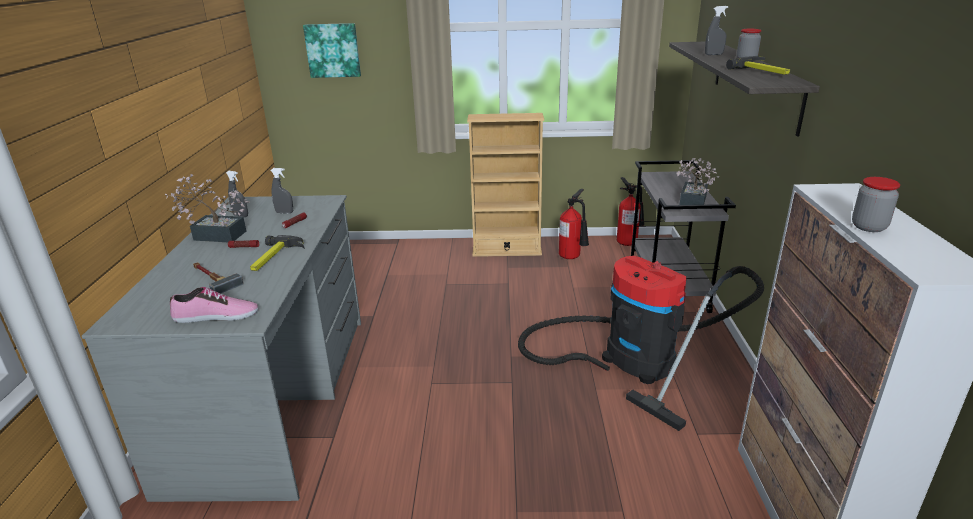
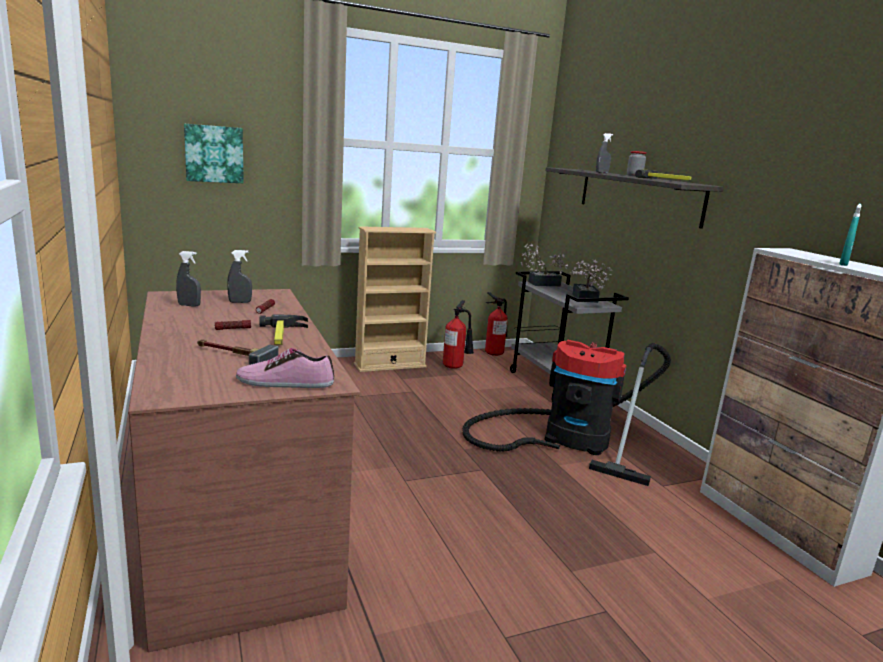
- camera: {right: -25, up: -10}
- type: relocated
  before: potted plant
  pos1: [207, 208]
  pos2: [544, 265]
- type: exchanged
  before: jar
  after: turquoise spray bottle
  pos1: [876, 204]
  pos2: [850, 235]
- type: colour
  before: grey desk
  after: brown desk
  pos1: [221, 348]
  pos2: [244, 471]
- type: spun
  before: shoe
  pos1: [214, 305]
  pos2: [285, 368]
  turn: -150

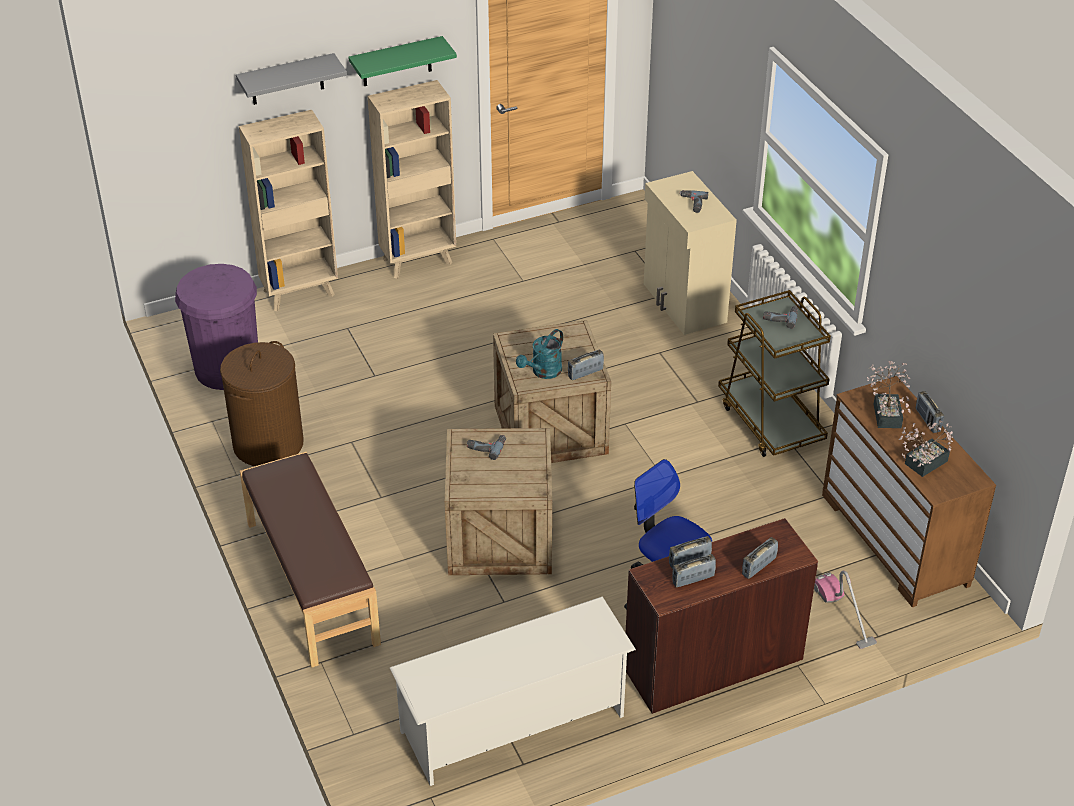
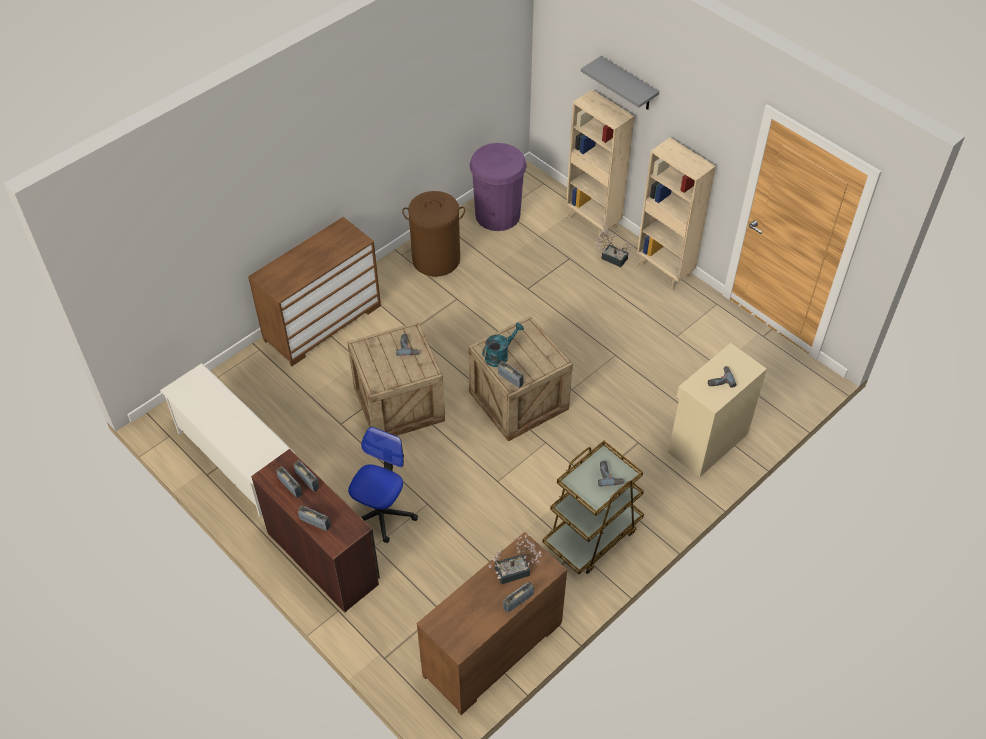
- camera: {right: 70, up: 10}
- type: missing
  before: green shelf
  pos1: [402, 61]
- type: spun
  before: turquoise watering can
  pos1: [539, 354]
  pos2: [503, 345]
  turn: 120
- type: relocated
  before: potted plant
  pos1: [925, 449]
  pos2: [614, 246]
- type: exchanged
  before: brown bench
  after: brown dresser
  pos1: [310, 560]
  pos2: [314, 291]
- type: missing
  before: vacuum cleaner
  pos1: [845, 610]

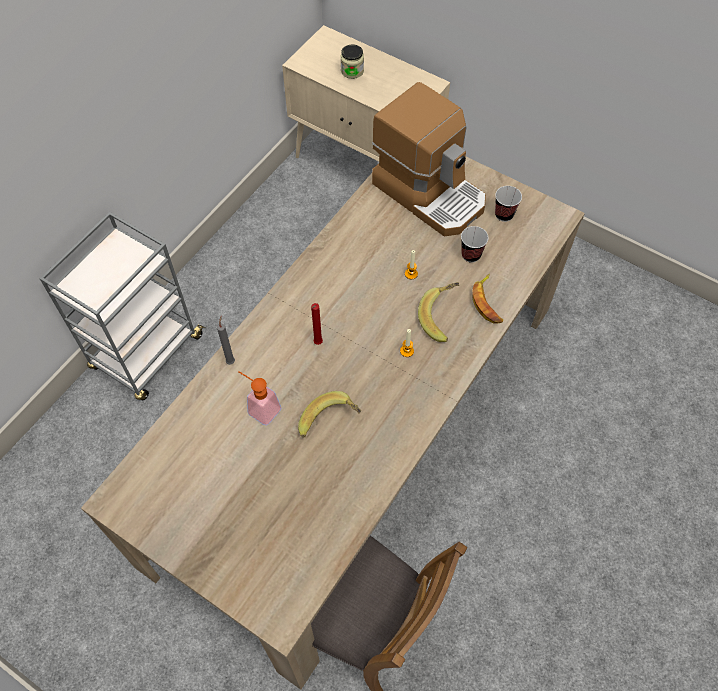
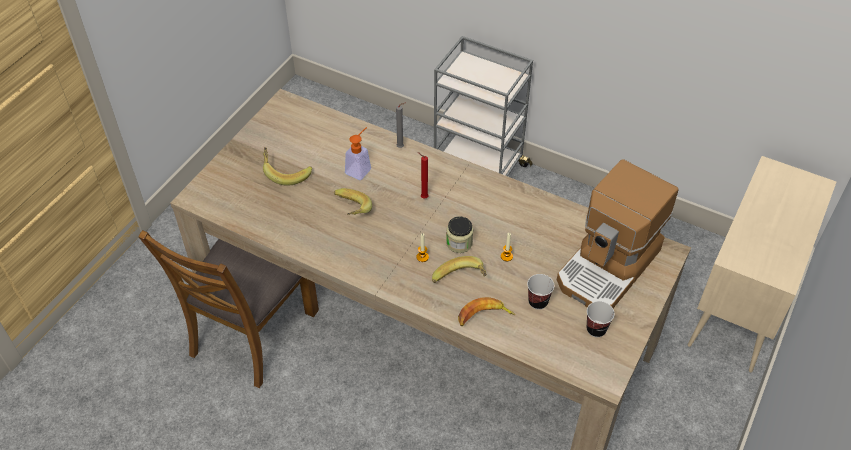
- camera: {right: 85, up: -10}
- type: relocated
  before: jar
  pos1: [352, 61]
  pos2: [459, 234]
- type: appeared
  after: banana
  pos2: [287, 166]

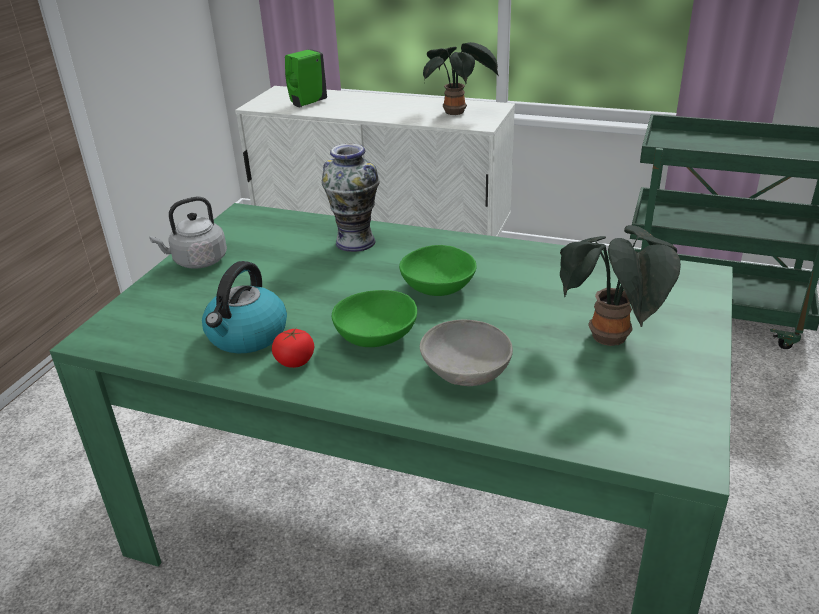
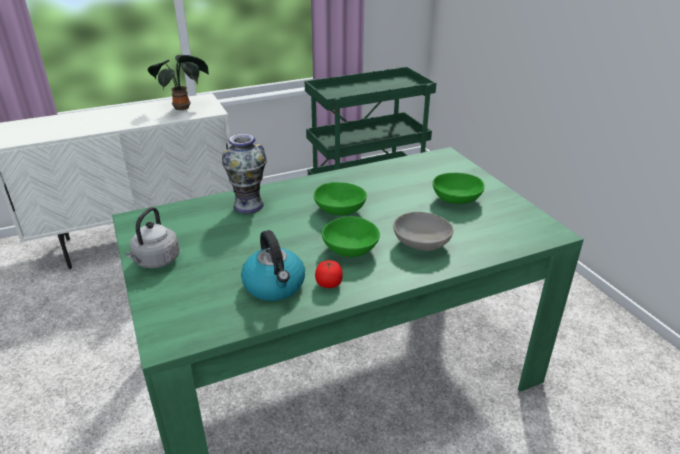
- camera: {right: -45, up: 0}
- type: missing
  before: green soap dispenser
  pos1: [306, 78]
- type: exchanged
  before: potted plant
  after: green bowl
  pos1: [620, 285]
  pos2: [459, 188]

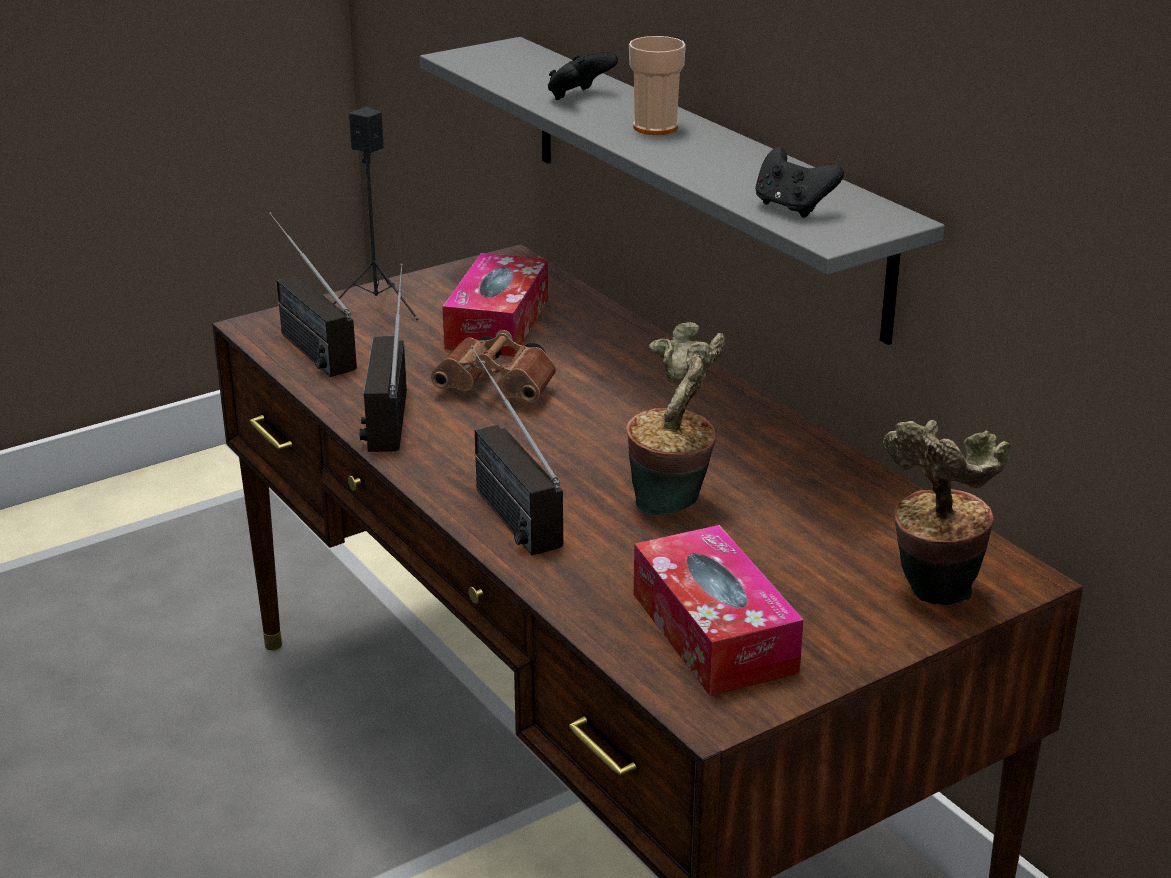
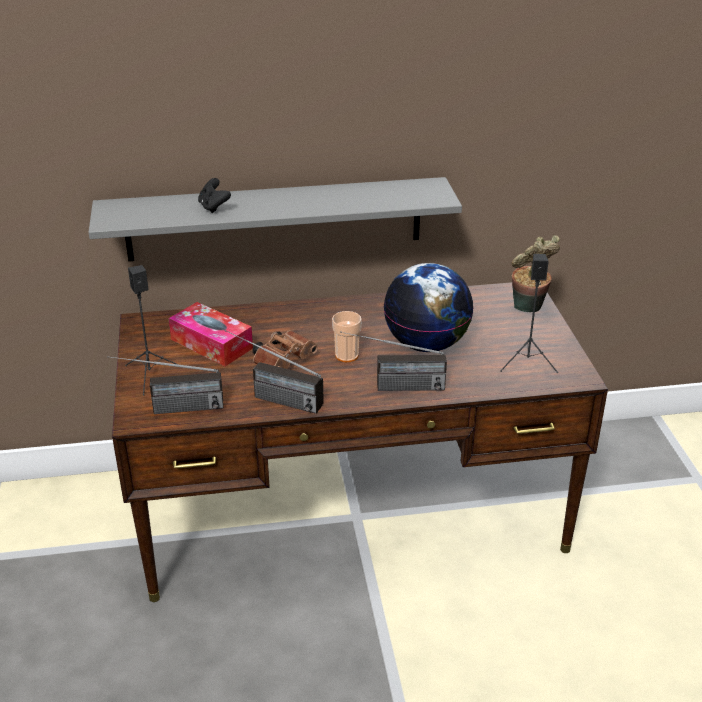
- camera: {right: -65, up: 5}
- type: relocated
  before: cup
  pos1: [657, 85]
  pos2: [347, 336]
- type: missing
  before: black game controller
  pos1: [799, 182]
- type: exchanged
  before: potted plant
  after: globe
  pos1: [675, 419]
  pos2: [428, 307]
- type: exchanged
  before: tissue box
  after: black speaker
  pos1: [719, 610]
  pos2: [529, 313]

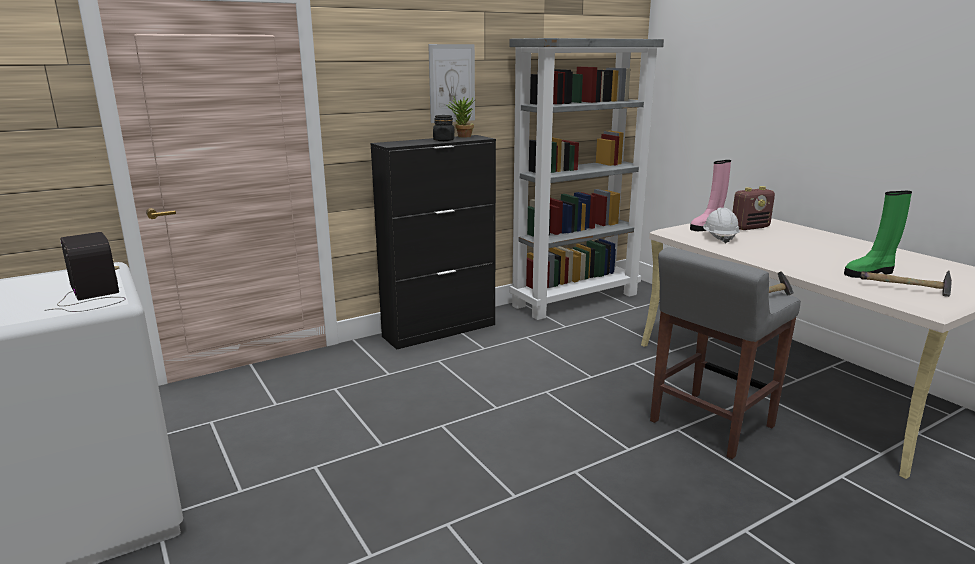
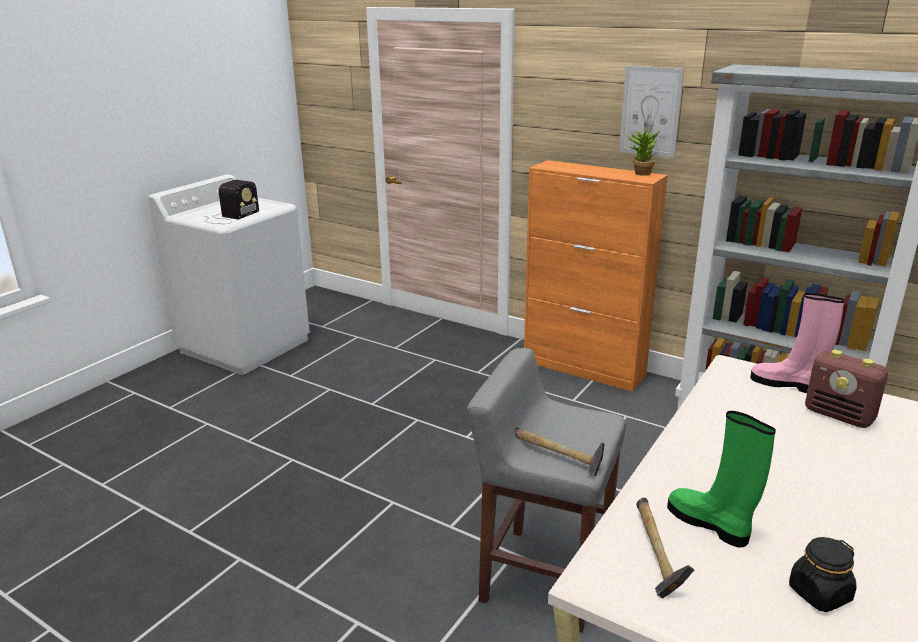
- camera: {right: 65, up: 5}
- type: relocated
  before: black jar
  pos1: [444, 128]
  pos2: [822, 574]
- type: colour
  before: black cabinet
  after: orange cabinet
  pos1: [433, 242]
  pos2: [596, 276]
- type: missing
  before: white hard hat
  pos1: [721, 226]

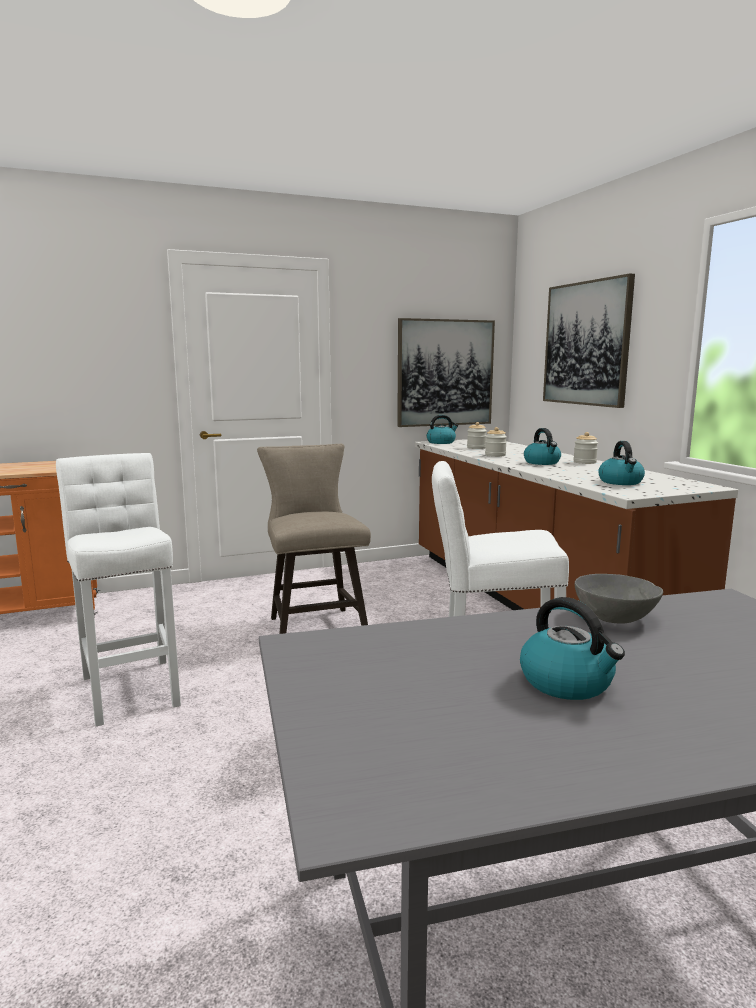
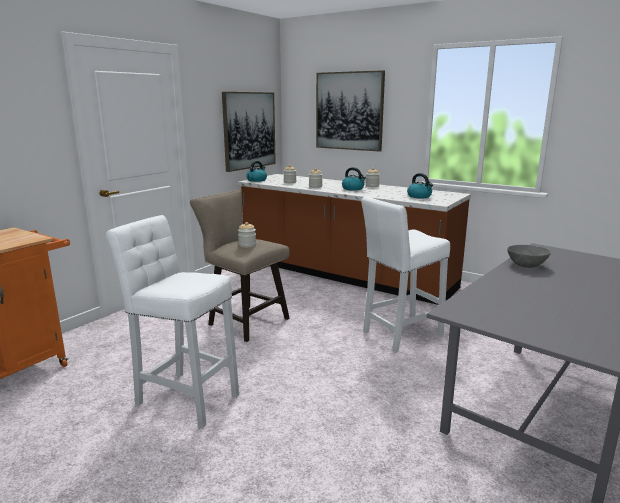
- camera: {right: -35, up: 5}
- type: missing
  before: kettle
  pos1: [572, 648]
- type: appeared
  after: jar
  pos2: [247, 235]

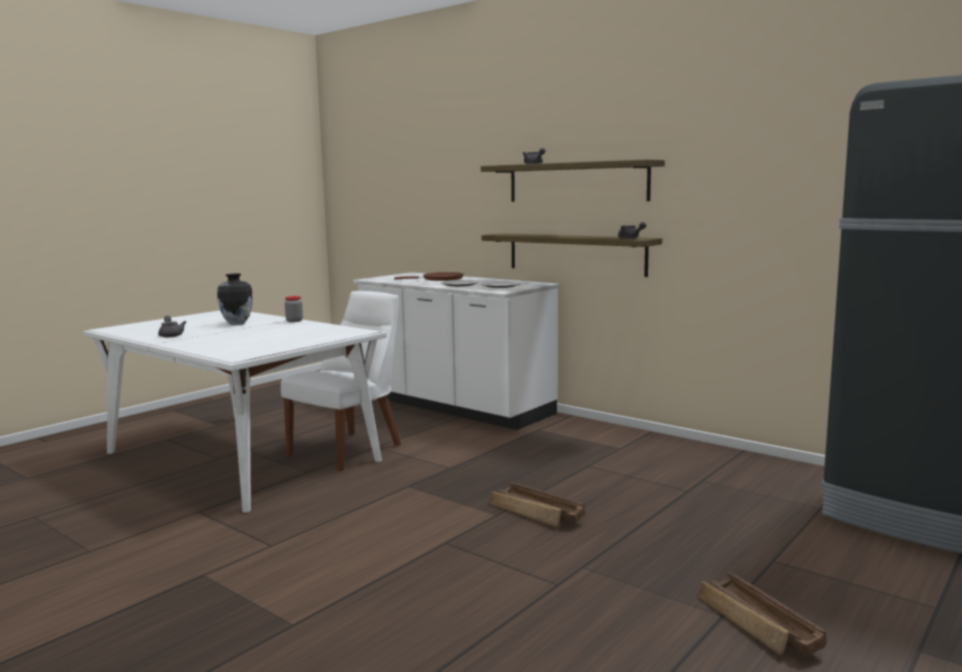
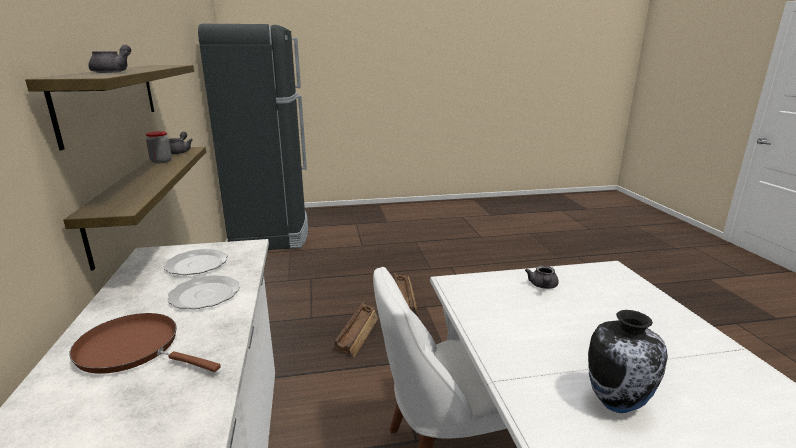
- camera: {right: -140, up: 10}
- type: relocated
  before: jar
  pos1: [294, 309]
  pos2: [159, 147]
- type: relocated
  before: grey teapot
  pos1: [172, 326]
  pos2: [542, 277]
- type: relocated
  before: crate
  pos1: [762, 614]
  pos2: [356, 330]

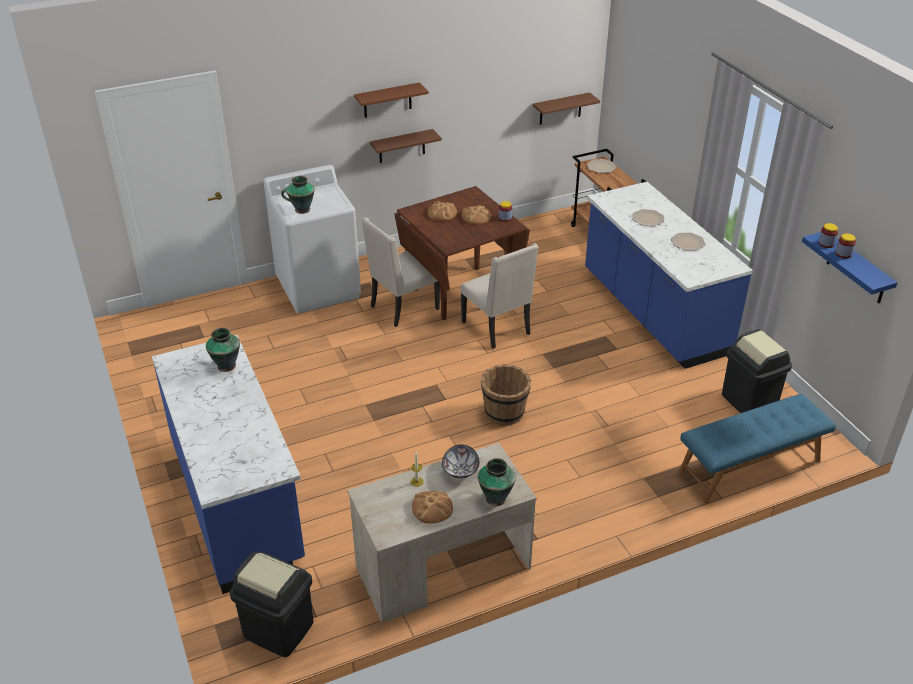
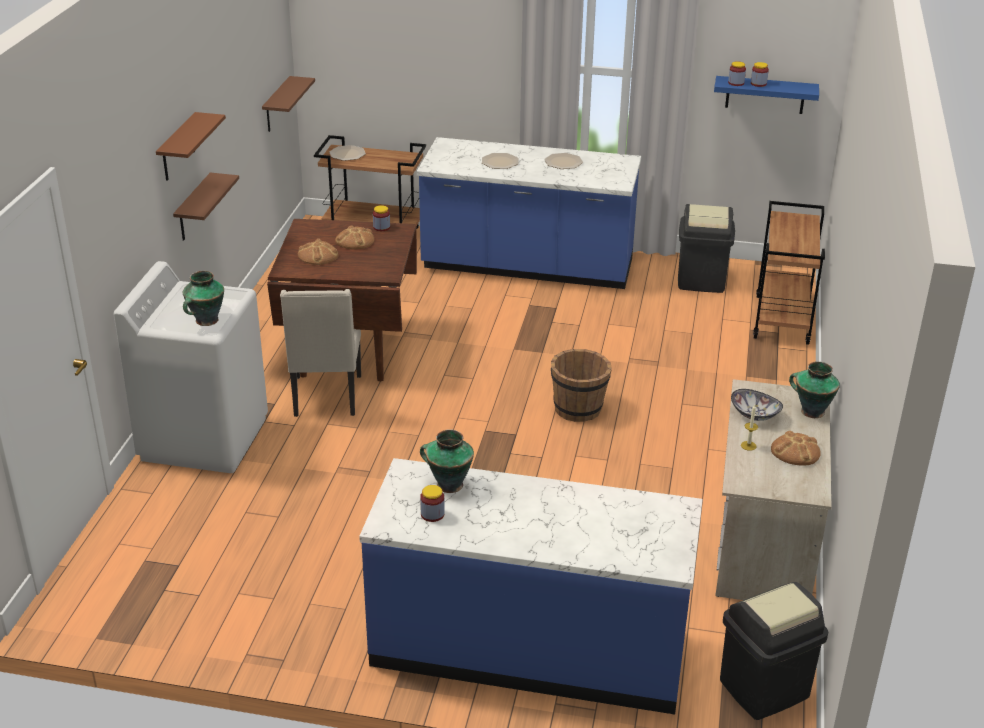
- camera: {right: -55, up: -5}
- type: missing
  before: beige chair
  pos1: [499, 296]
- type: exchanged
  before: blue bench
  after: brown cart
  pos1: [757, 448]
  pos2: [789, 273]
- type: appeared
  after: jar
  pos2: [432, 503]

